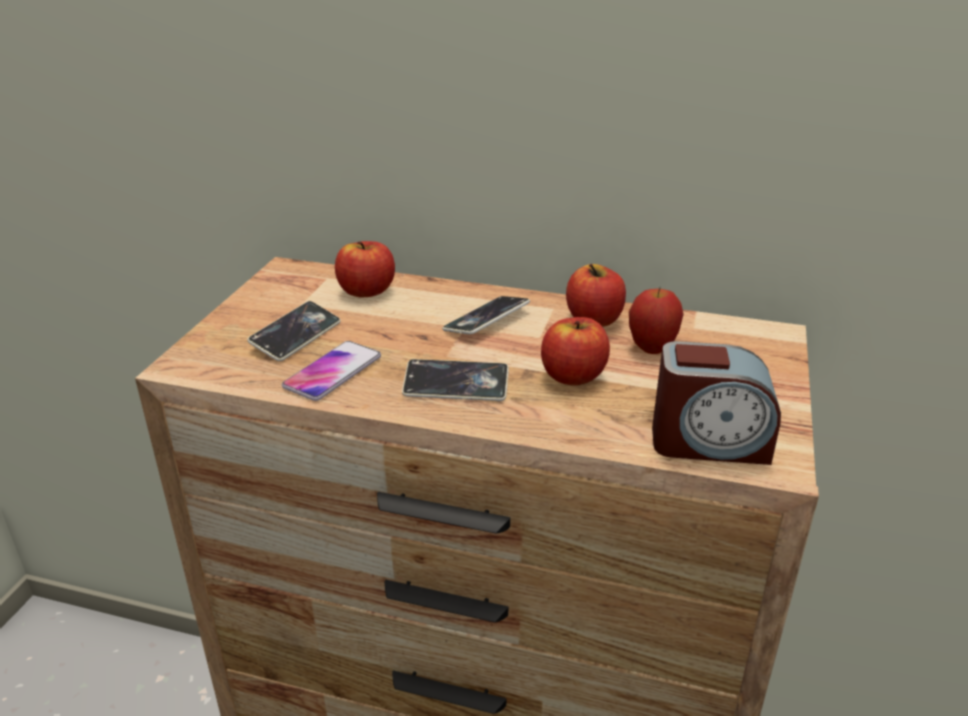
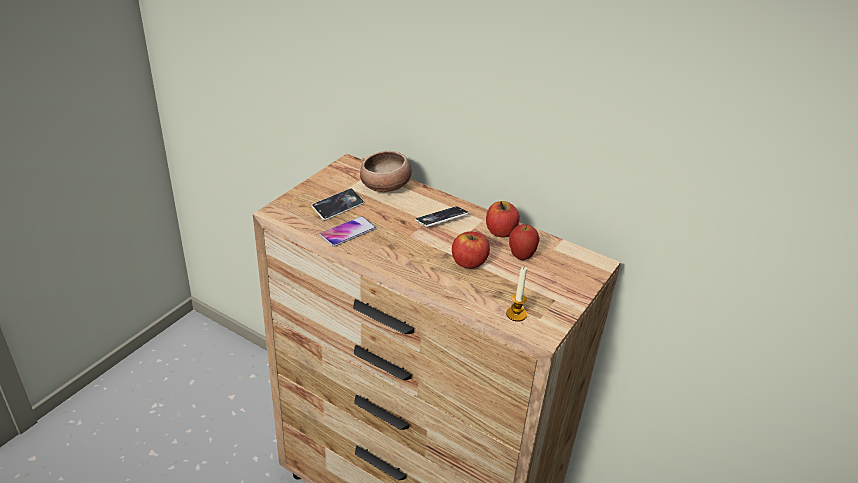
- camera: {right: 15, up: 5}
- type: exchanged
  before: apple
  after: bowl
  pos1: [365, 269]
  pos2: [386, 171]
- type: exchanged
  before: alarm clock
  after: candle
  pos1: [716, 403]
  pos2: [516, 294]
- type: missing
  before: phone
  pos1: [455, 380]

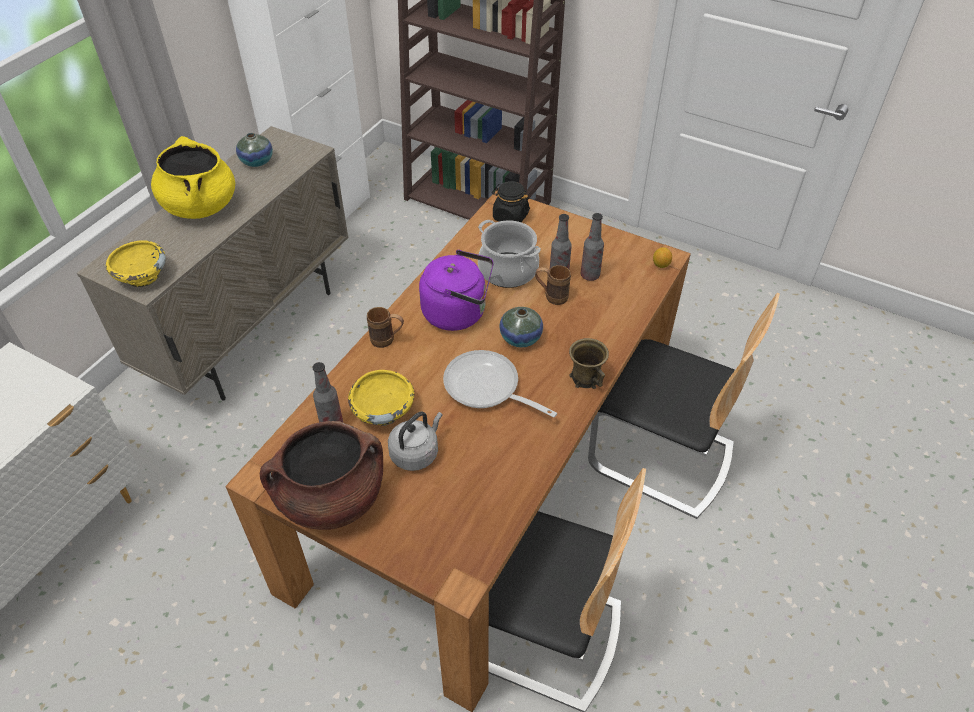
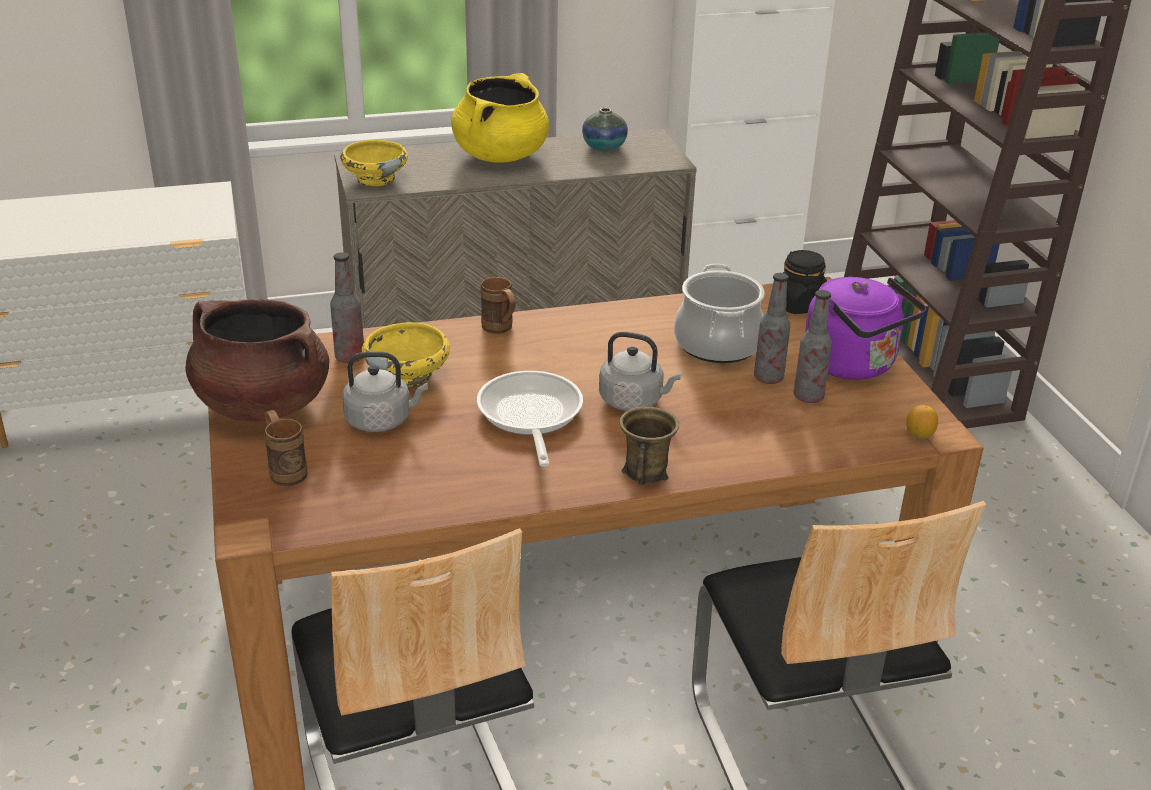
- camera: {right: 45, up: -15}
- type: relocated
  before: purple kettle
  pos1: [456, 290]
  pos2: [865, 328]
- type: relocated
  before: brown mug
  pos1: [553, 285]
  pos2: [286, 448]
- type: exchanged
  before: vase
  after: grey kettle
  pos1: [521, 327]
  pos2: [640, 371]

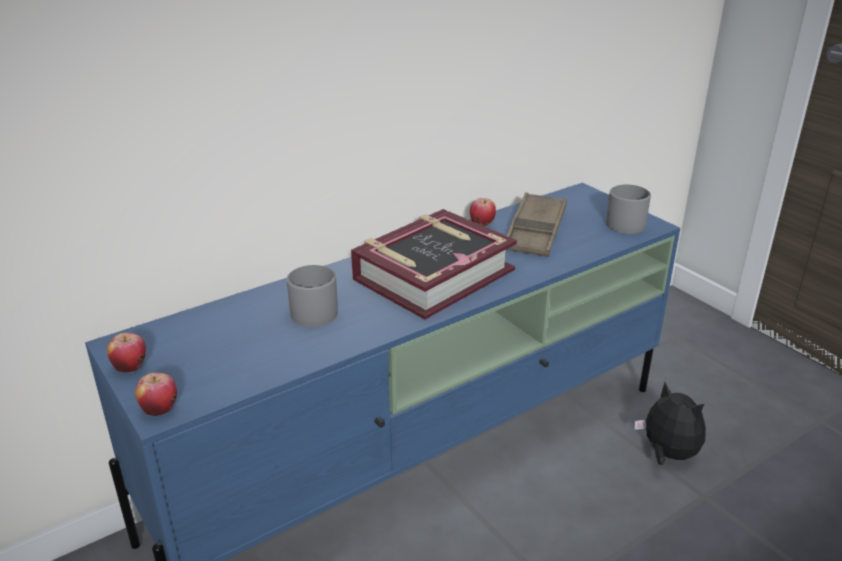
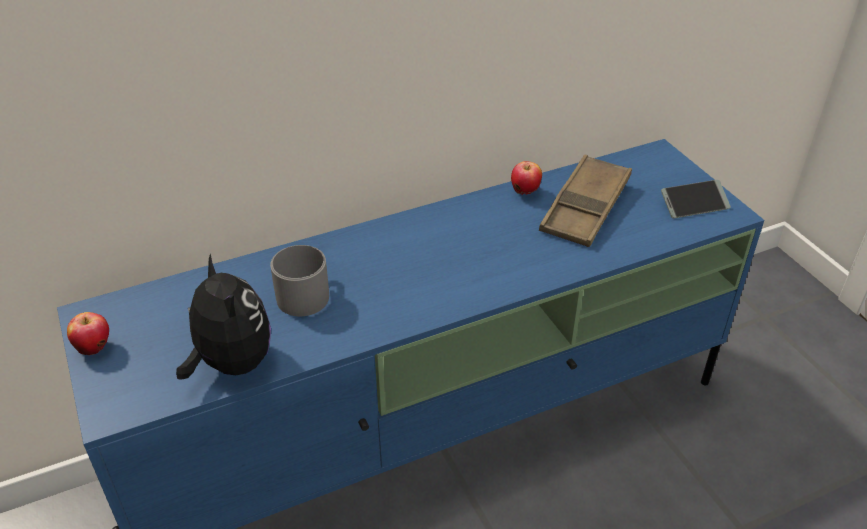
- camera: {right: 10, up: 10}
- type: exchanged
  before: grey mug
  after: phone
  pos1: [628, 209]
  pos2: [696, 199]
- type: missing
  before: book
  pos1: [434, 264]
- type: missing
  before: apple
  pos1: [156, 394]
- type: relocated
  before: plush toy
  pos1: [670, 423]
  pos2: [223, 316]

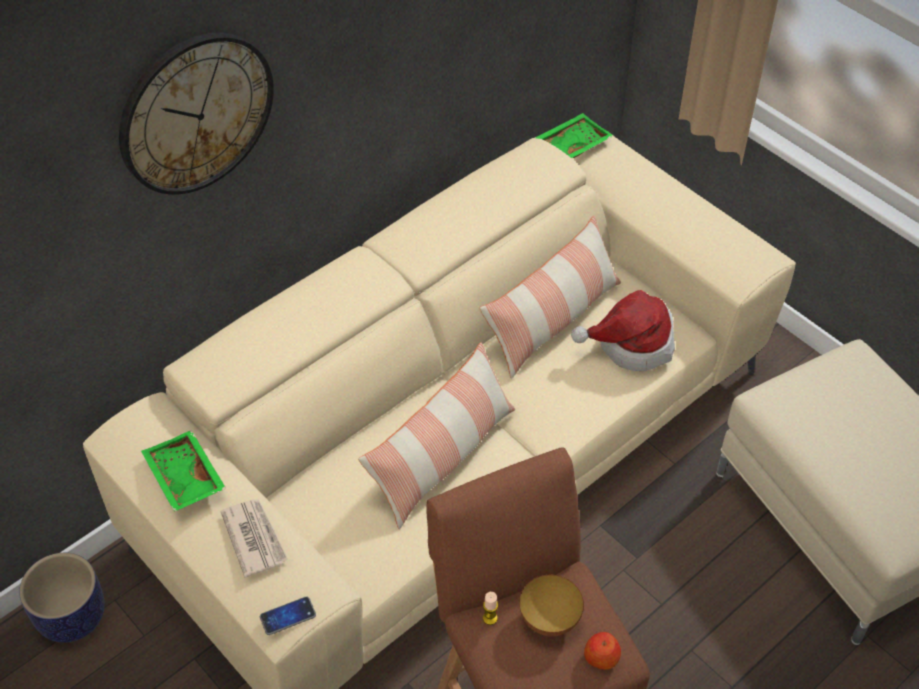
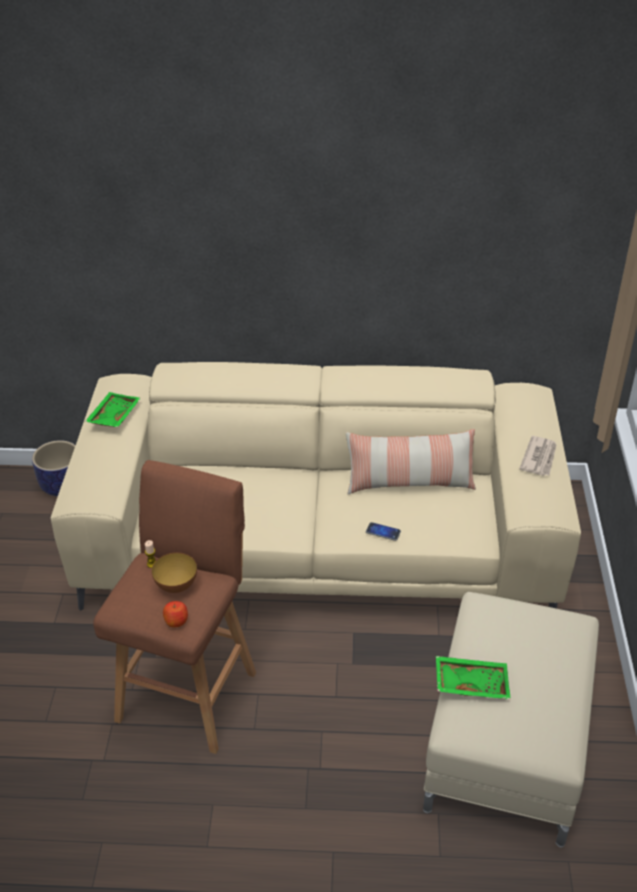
- camera: {right: 45, up: -10}
- type: missing
  before: wall clock
  pos1: [196, 113]
- type: relocated
  before: green tray
  pos1: [574, 135]
  pos2: [473, 678]
- type: missing
  before: hat
  pos1: [623, 330]
- type: missing
  before: pillow
  pos1: [436, 435]
- type: relocated
  before: newspaper
  pos1: [254, 538]
  pos2: [538, 456]
- type: relocated
  before: phone
  pos1: [288, 616]
  pos2: [383, 531]

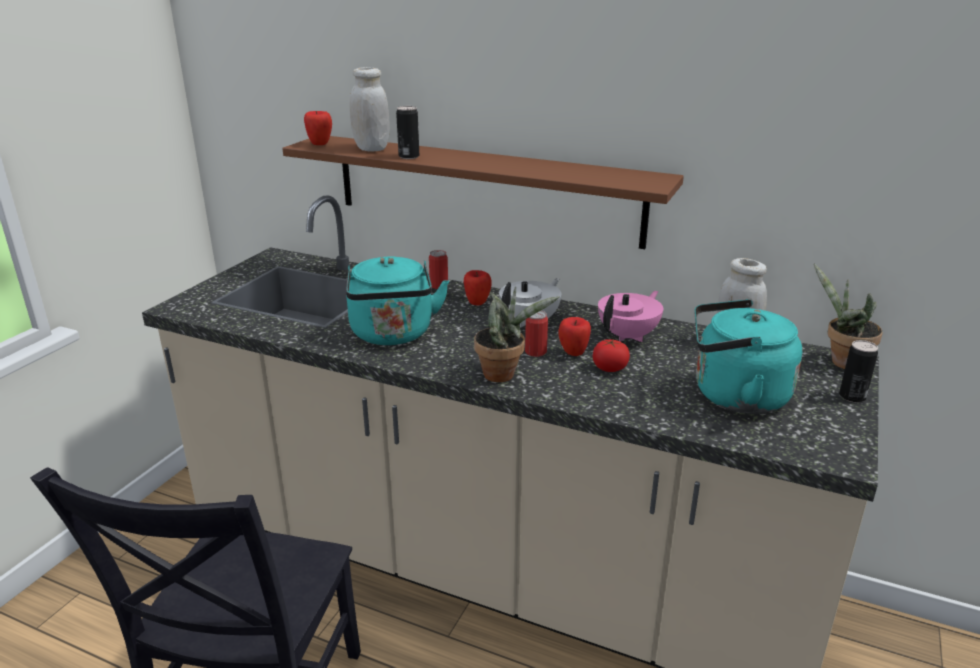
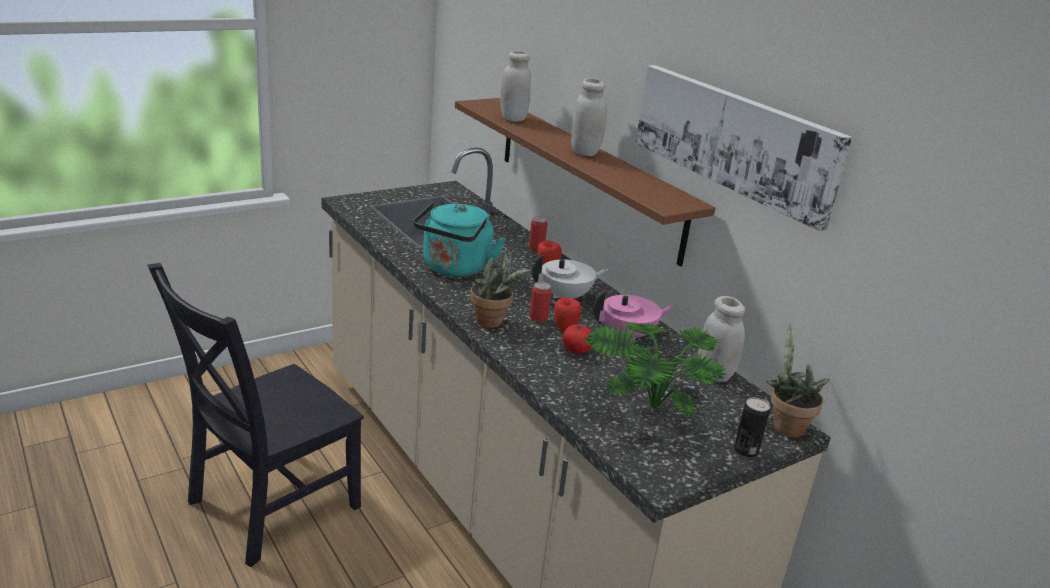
- camera: {right: 30, up: 0}
- type: missing
  before: can
  pos1: [407, 132]
- type: missing
  before: apple
  pos1: [318, 128]
- type: exchanged
  before: turquoise kettle
  after: potted plant
  pos1: [749, 356]
  pos2: [656, 369]
- type: appeared
  after: picture
  pos2: [743, 148]
- type: appeared
  after: white jar
  pos2: [589, 117]

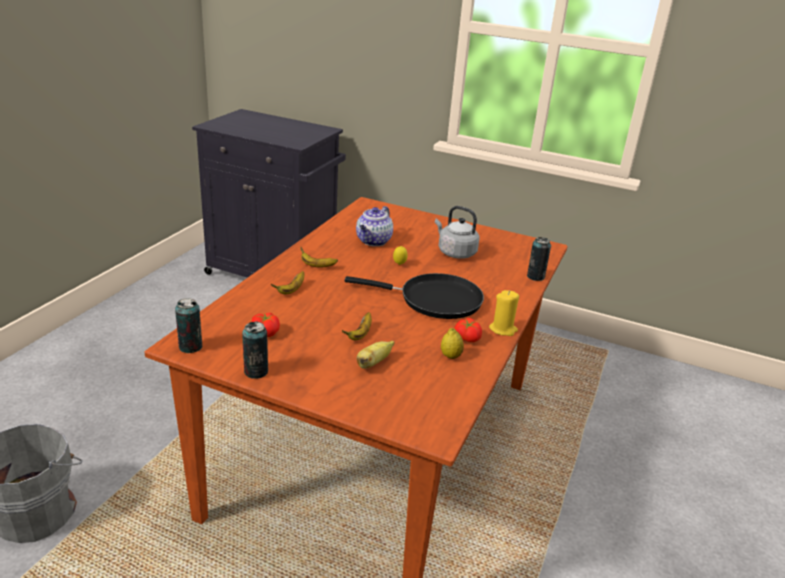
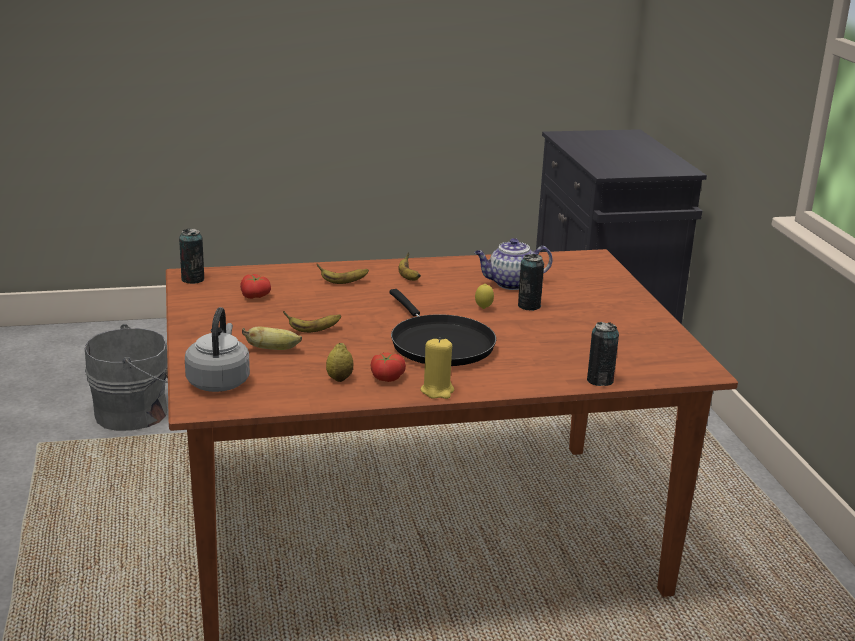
- camera: {right: 55, up: -5}
- type: relocated
  before: grey kettle
  pos1: [457, 232]
  pos2: [217, 349]
- type: relocated
  before: can
  pos1: [255, 350]
  pos2: [531, 282]

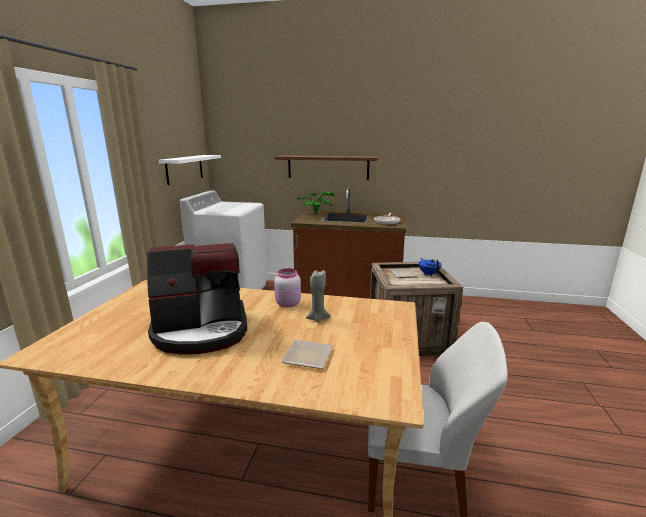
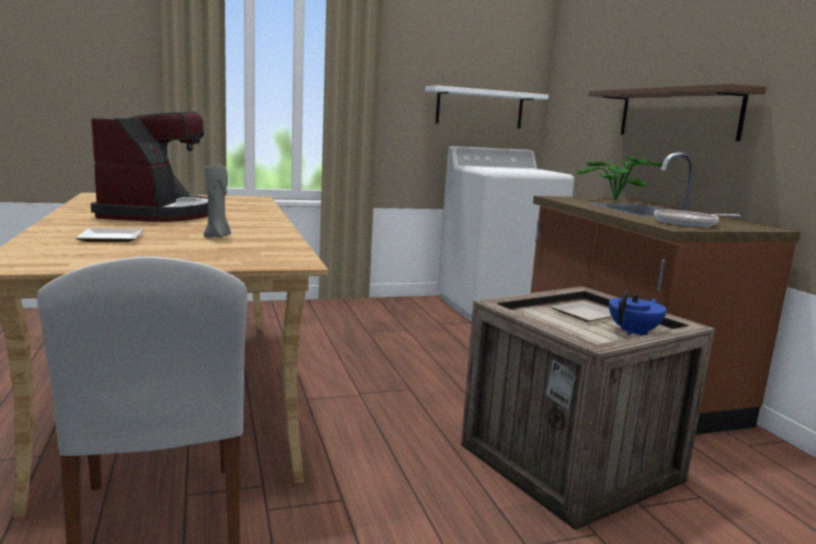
- camera: {right: 60, up: -5}
- type: spun
  before: coffee machine
  pos1: [197, 298]
  pos2: [149, 167]
  turn: -135
- type: missing
  before: pink jar
  pos1: [287, 287]

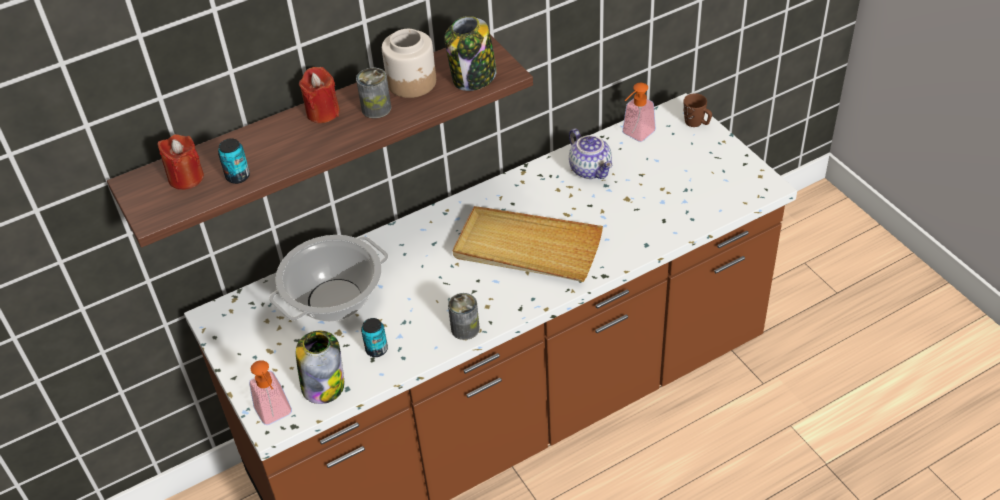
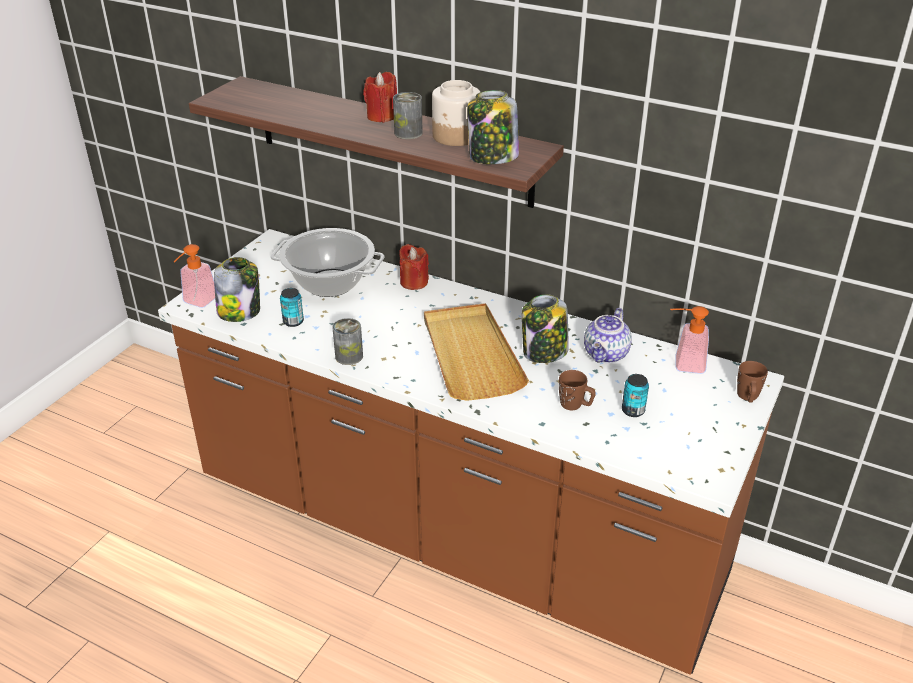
- camera: {right: 55, up: -10}
- type: relocated
  before: red candle
  pos1: [181, 162]
  pos2: [414, 267]
- type: relocated
  before: can
  pos1: [234, 161]
  pos2: [635, 395]
- type: appeared
  after: jar
  pos2: [545, 328]
- type: appeared
  after: brown mug
  pos2: [577, 390]

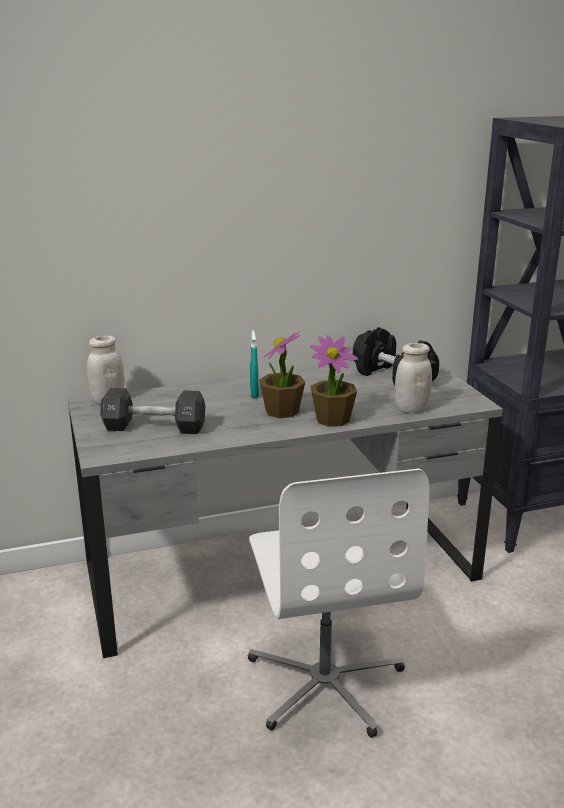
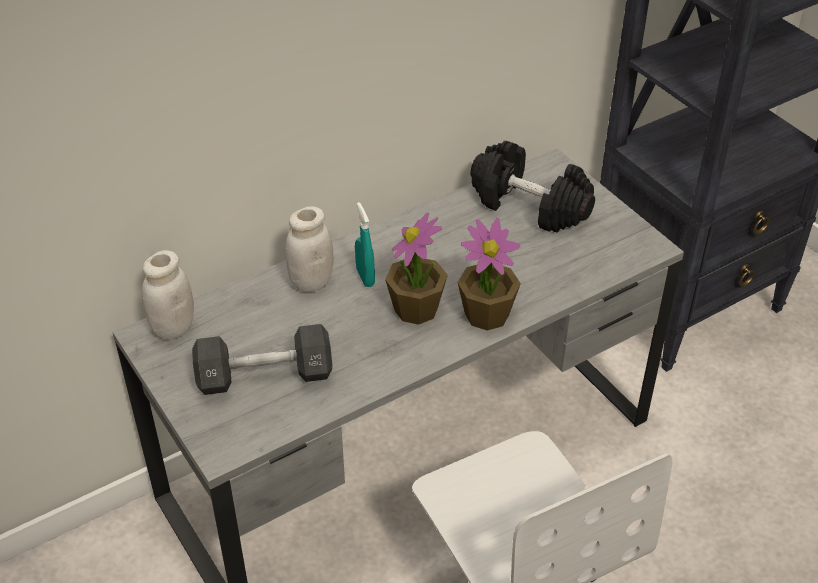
- camera: {right: -15, up: 20}
- type: relocated
  before: white jar
  pos1: [413, 378]
  pos2: [309, 249]

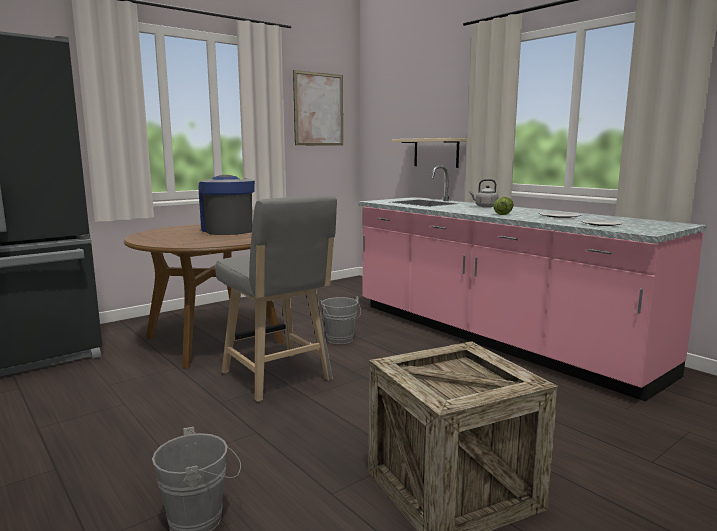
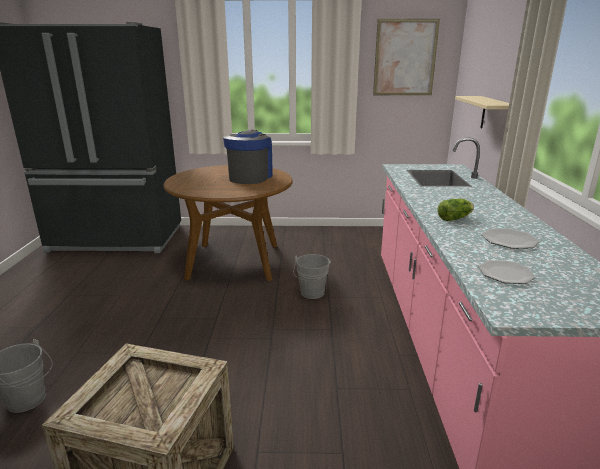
- camera: {right: 40, up: 10}
- type: missing
  before: grey kettle
  pos1: [484, 193]
- type: missing
  before: grey stool
  pos1: [276, 298]

